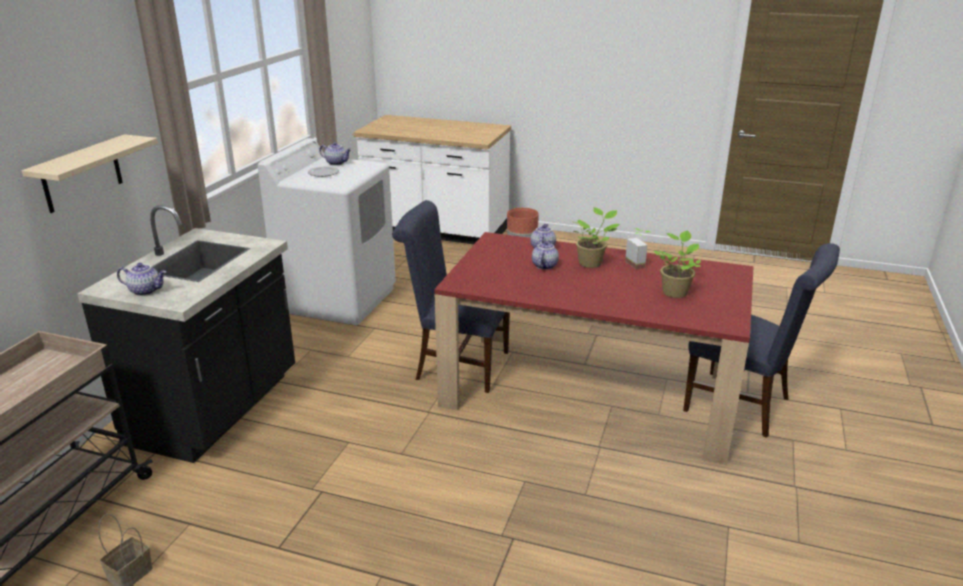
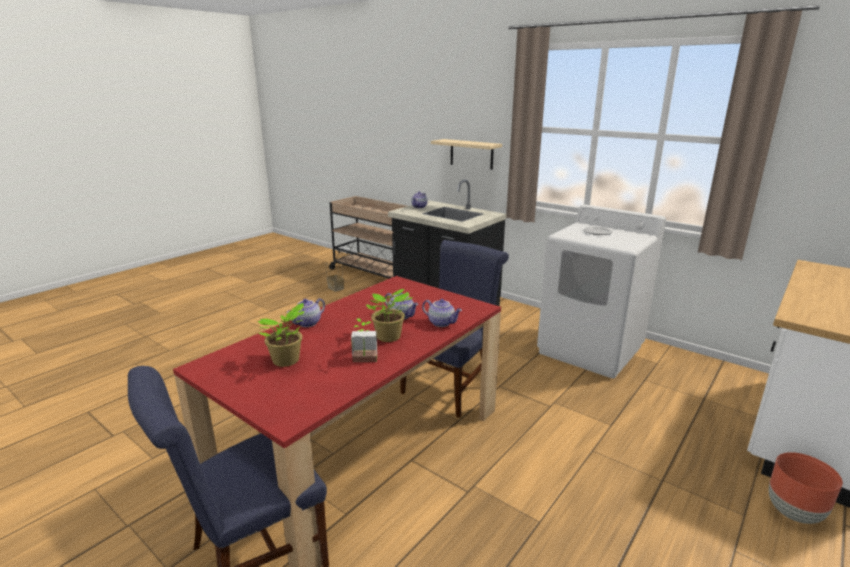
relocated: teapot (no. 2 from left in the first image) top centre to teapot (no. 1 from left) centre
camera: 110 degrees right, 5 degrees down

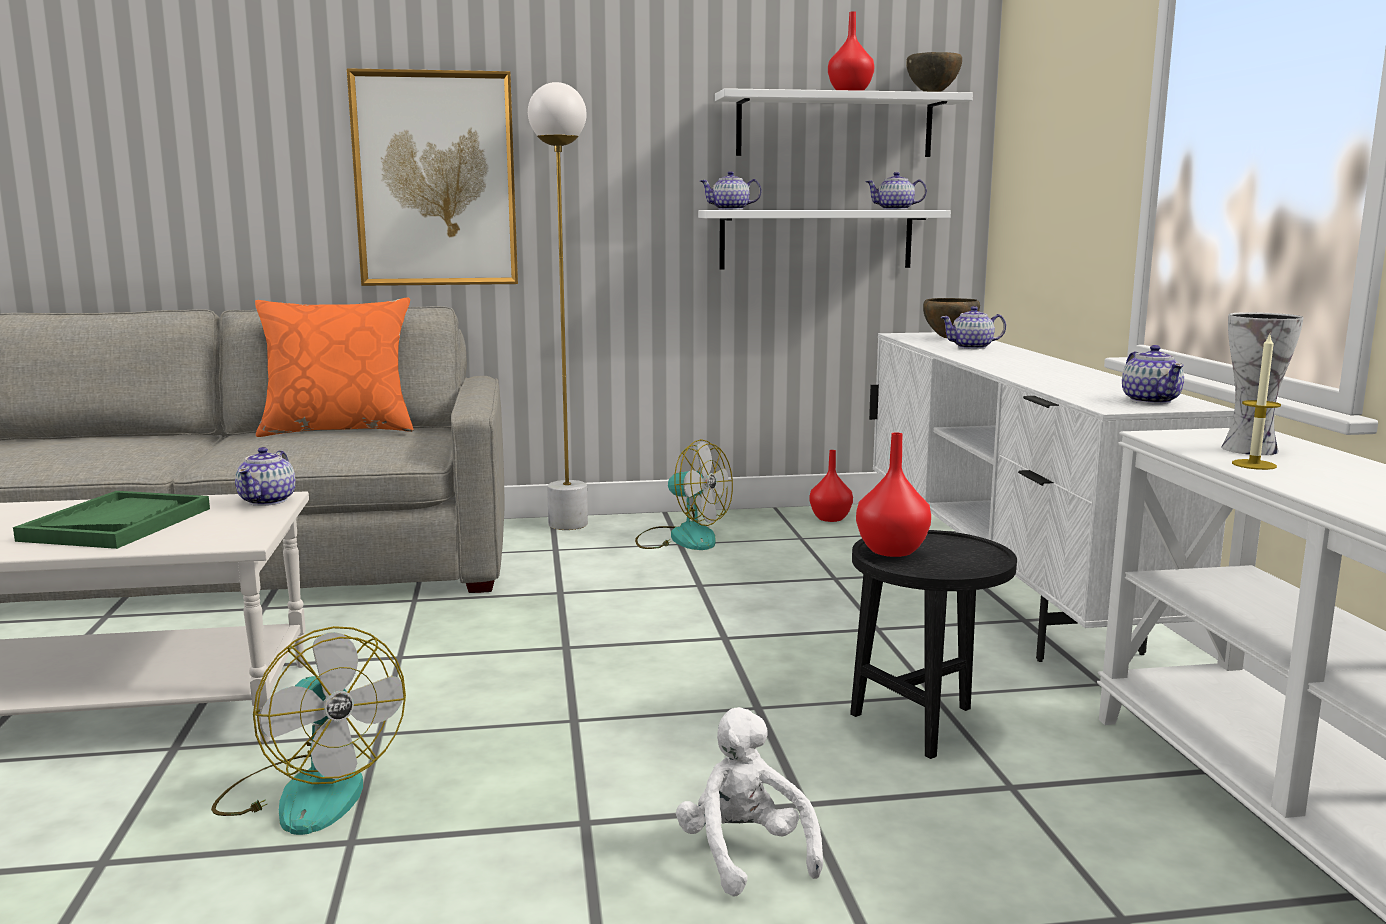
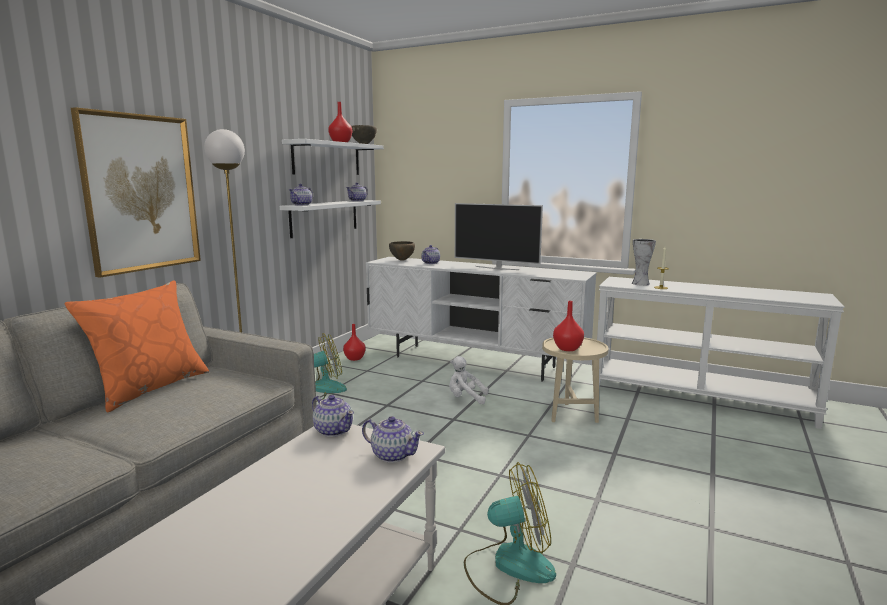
missing: tray in green middle left
appeared: television centre
relocated: teapot (no. 5 from left in the first image) middle right to teapot (no. 4 from left) bottom centre; plush toy in white bottom centre to centre
colour: side table in black bottom right to side table in beige centre
camera: 55 degrees left, 0 degrees up

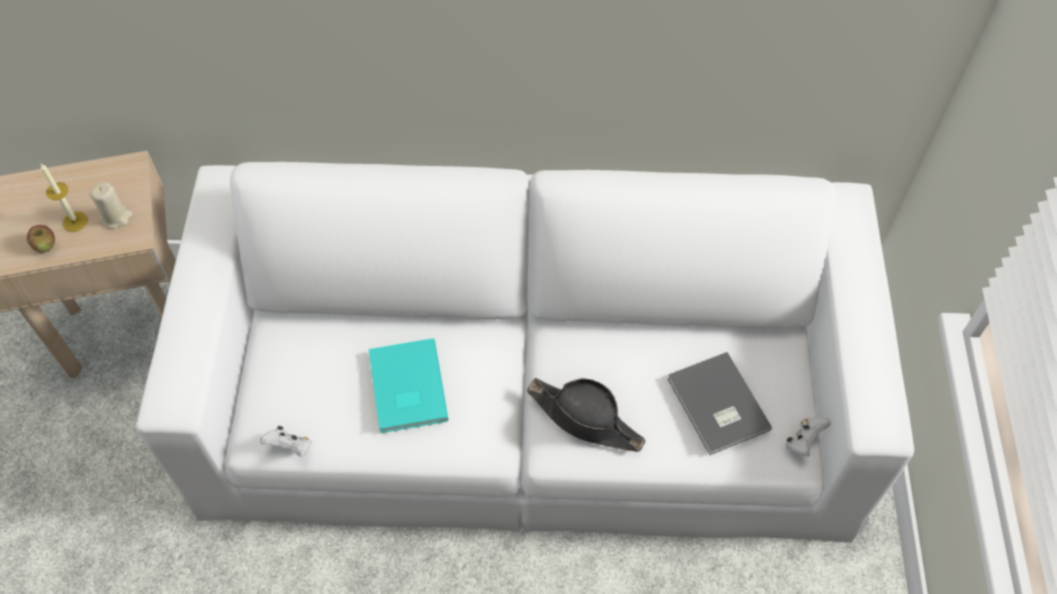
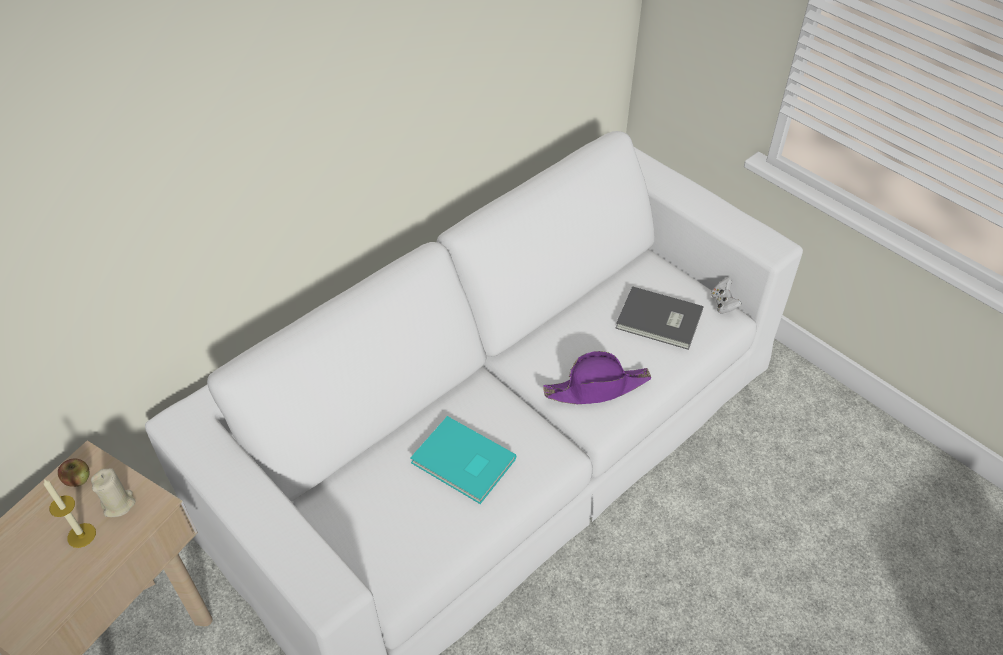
missing: game controller in white (no. 1 from left) bottom left
relocated: apple middle left to bottom left
colour: hat in black bottom centre to hat in purple centre
camera: 45 degrees left, 10 degrees down

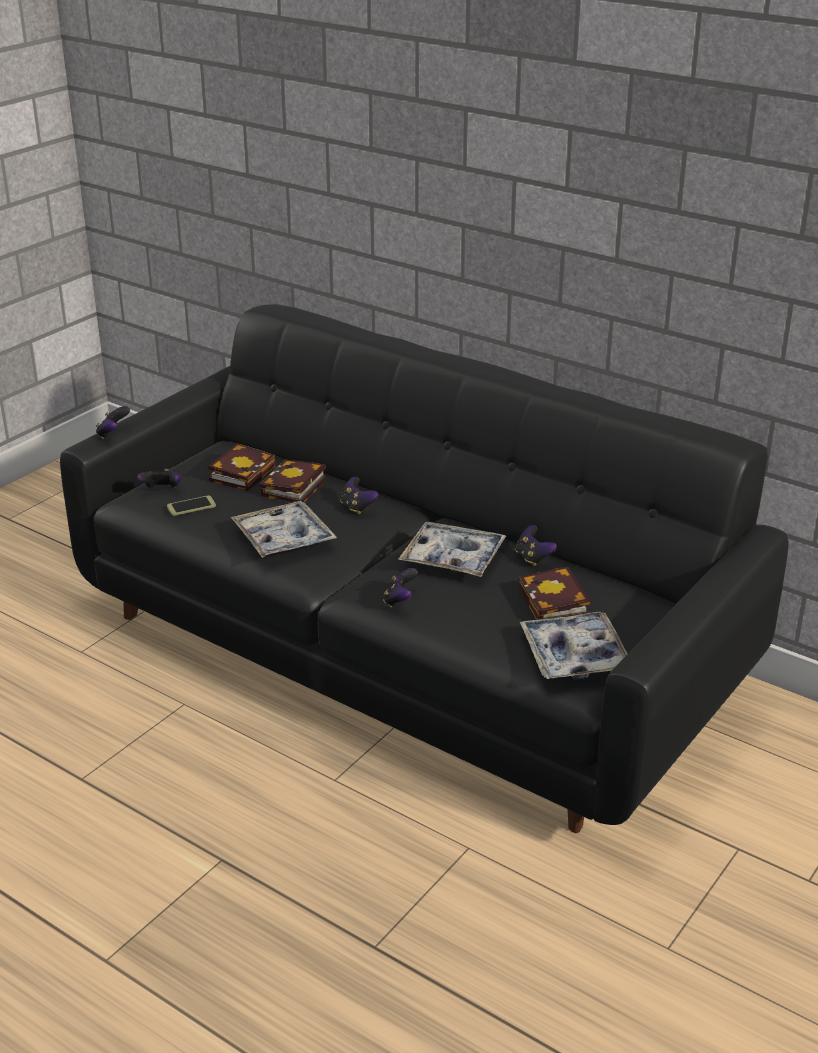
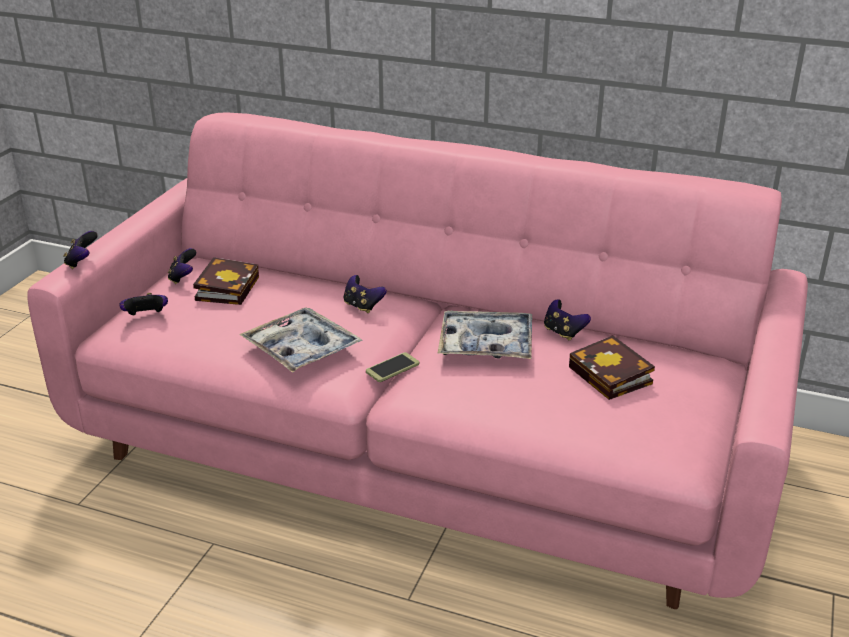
missing: book (no. 2 from left) centre; tray (no. 3 from left) middle right
relocated: game controller (no. 4 from left in the first image) centre to game controller (no. 3 from left) middle left; phone middle left to centre
colour: sofa in black centre to sofa in pink centre
camera: 15 degrees left, 0 degrees up

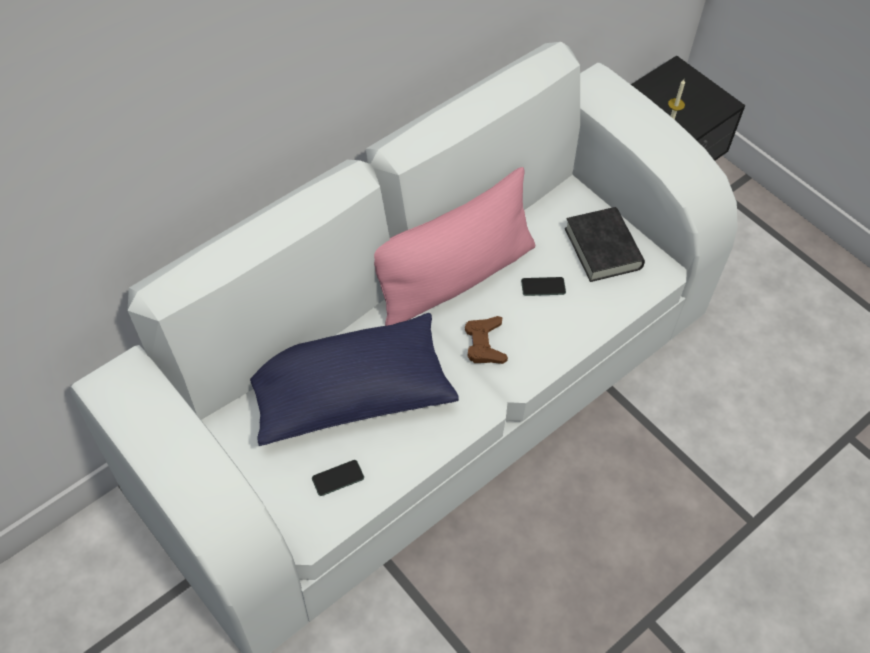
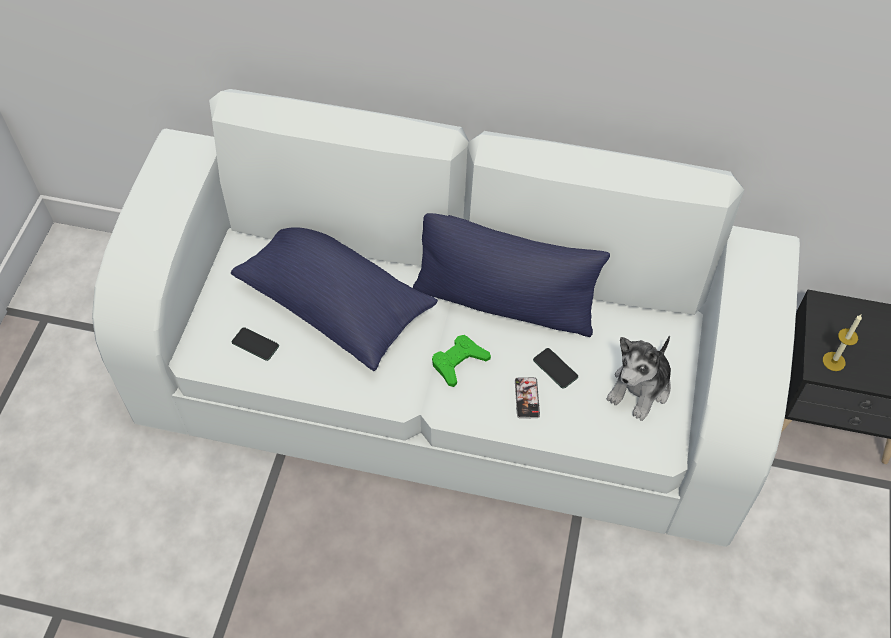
appeared: phone (no. 2 from left) centre
exchanged: book in black middle right to plush toy middle right
colour: pillow in pink centre to pillow in blue (no. 2 from left) centre; game controller in brown centre to game controller in green centre
camera: 55 degrees right, 0 degrees up

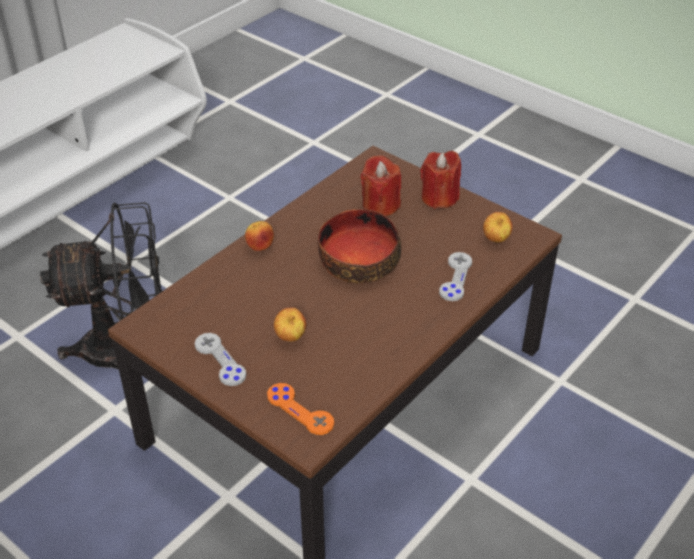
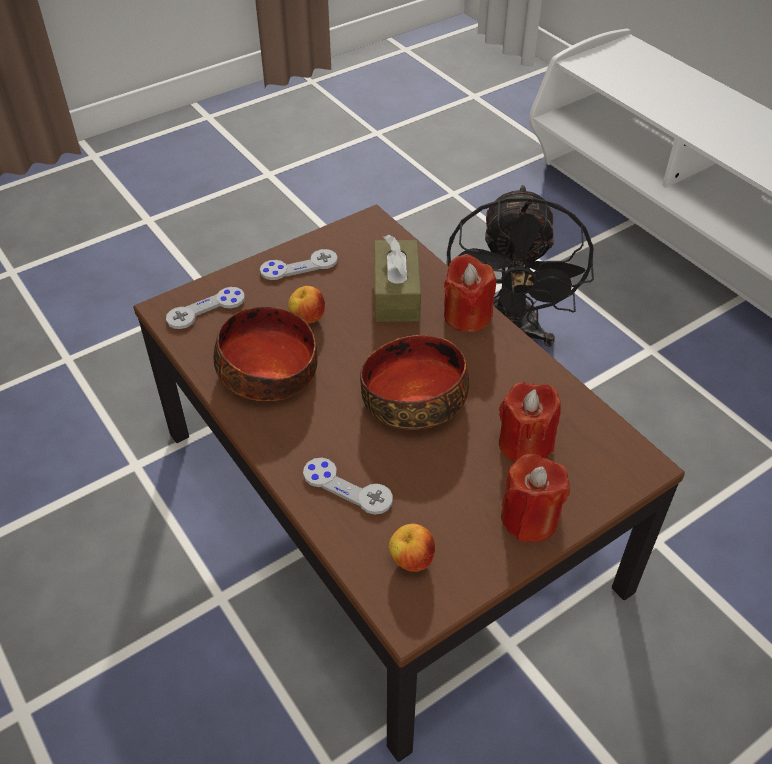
appeared: bowl (no. 1 from left) centre; tissue box in brown centre
exchanged: apple (no. 1 from left) centre to candle in red (no. 1 from left) centre
colour: game controller in orange bottom centre to game controller in grey (no. 1 from left) middle left
camera: 105 degrees right, 5 degrees up

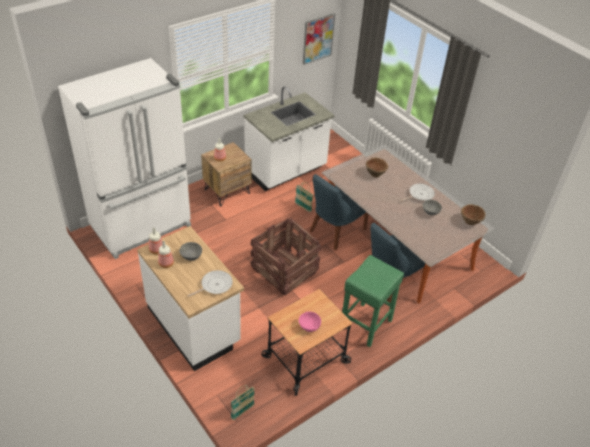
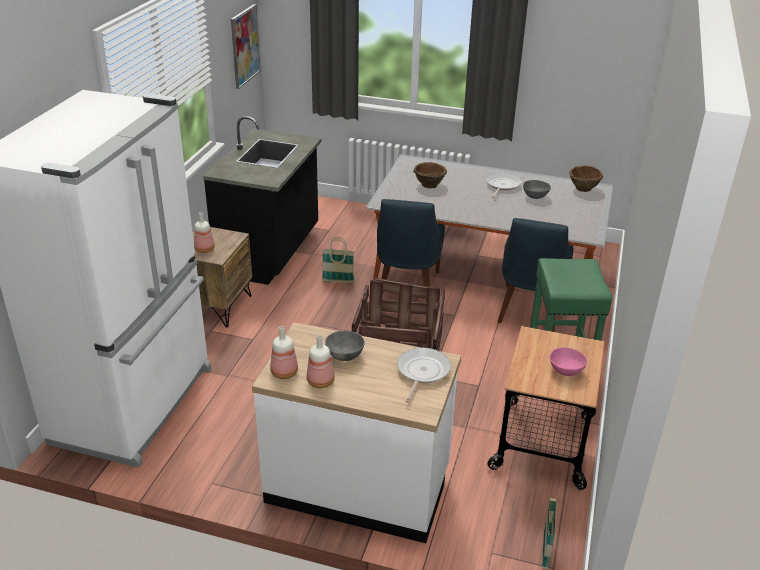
colour: counter in white (no. 2 from left) top centre to counter in black centre
camera: 35 degrees left, 10 degrees down

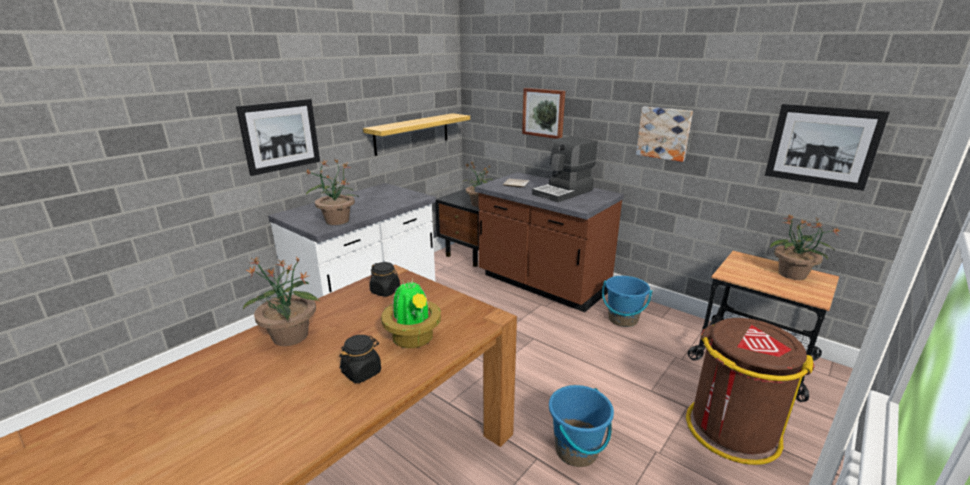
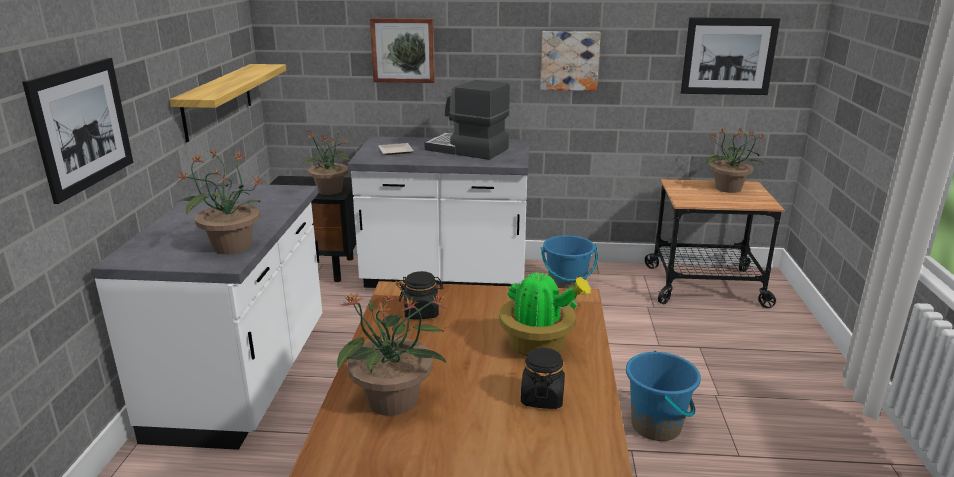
missing: trash can in brown bottom right
colour: counter in brown centre to counter in white (no. 2 from left) centre
spun: coffee machine centre = top centre 105 degrees clockwise
camera: 35 degrees left, 0 degrees up

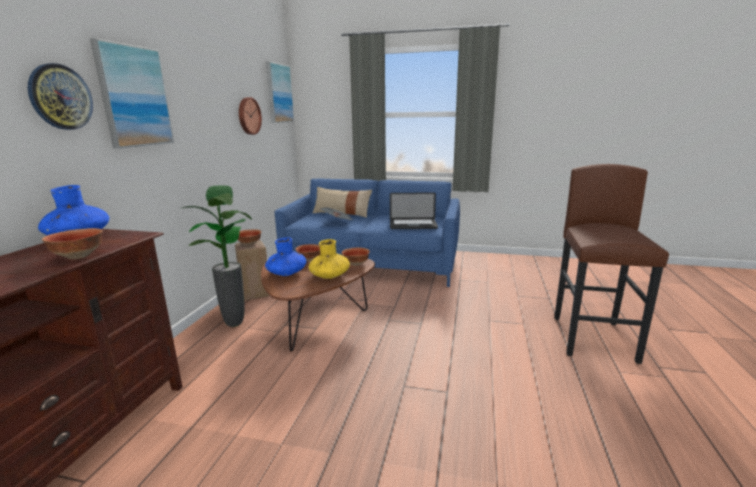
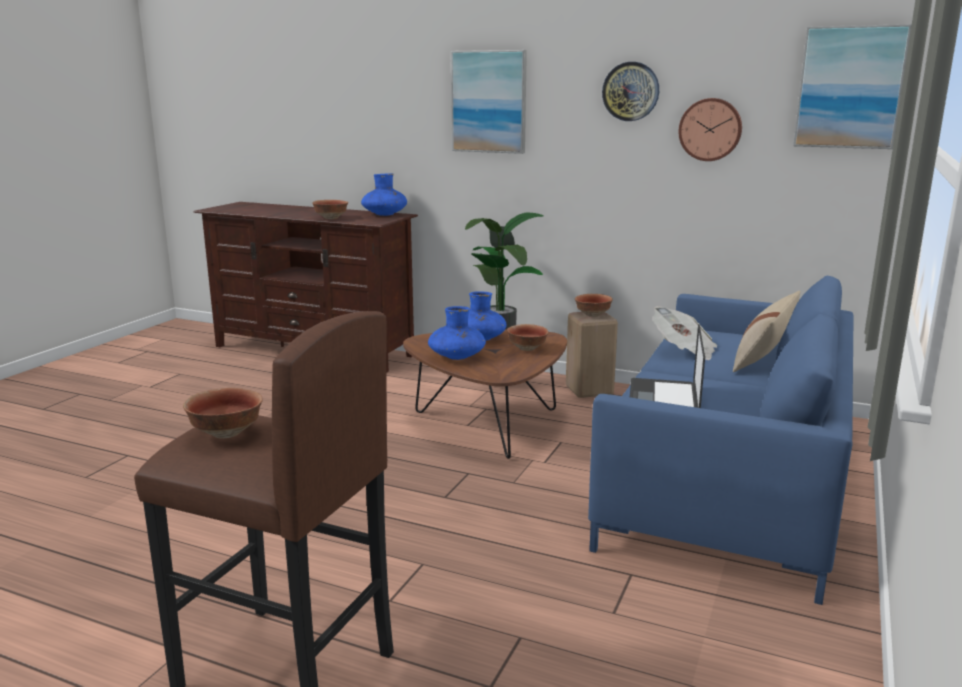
relocated: bowl (no. 4 from left in the first image) centre to bowl (no. 1 from left) middle left; wall clock (no. 1 from left) top left to top centre
colour: vase in yellow centre to vase in blue (no. 2 from left) centre
camera: 100 degrees right, 0 degrees up

